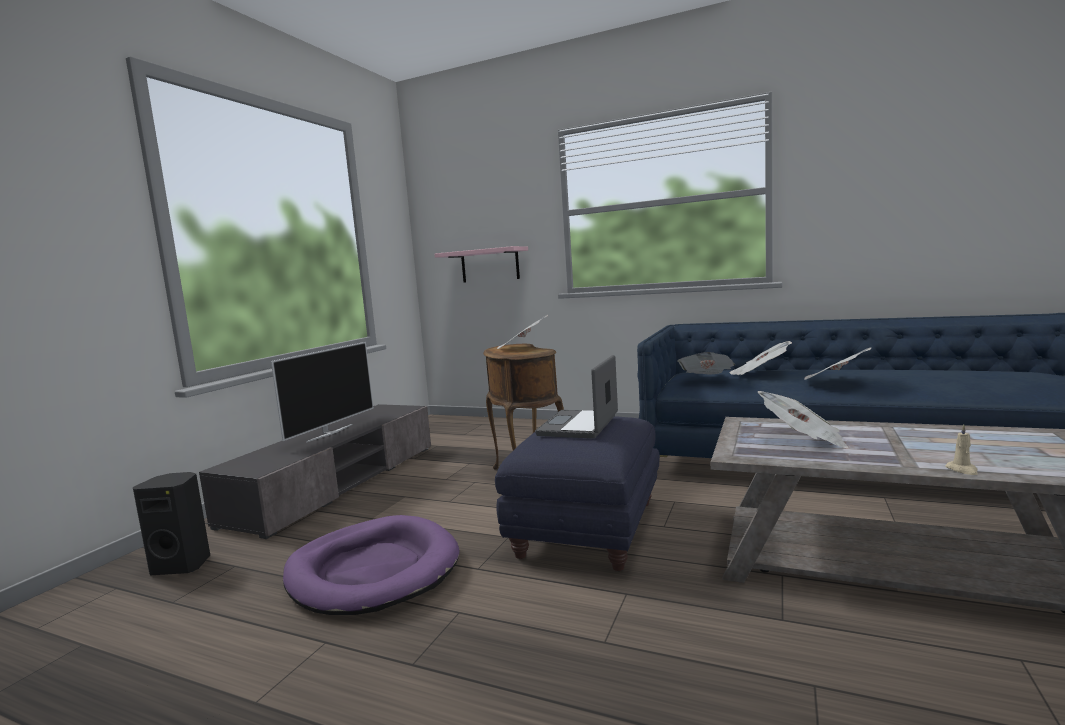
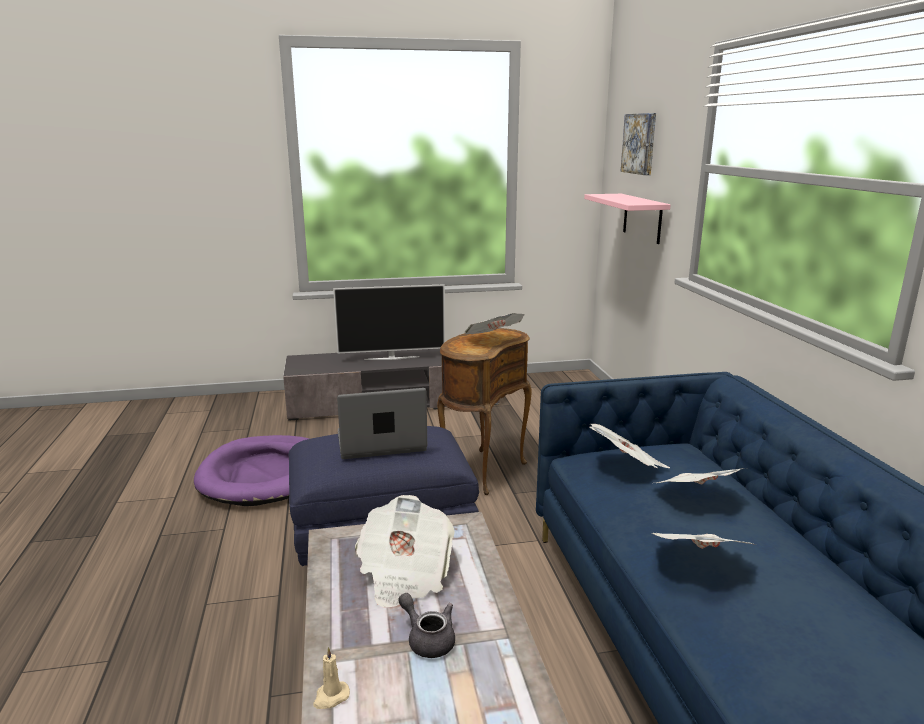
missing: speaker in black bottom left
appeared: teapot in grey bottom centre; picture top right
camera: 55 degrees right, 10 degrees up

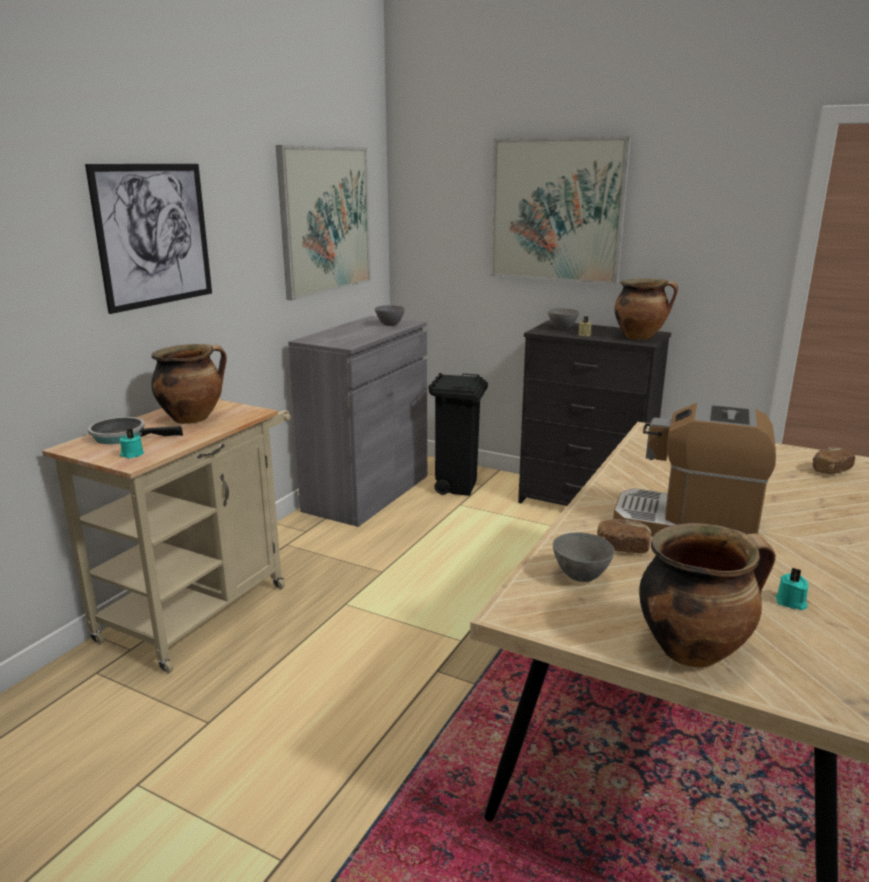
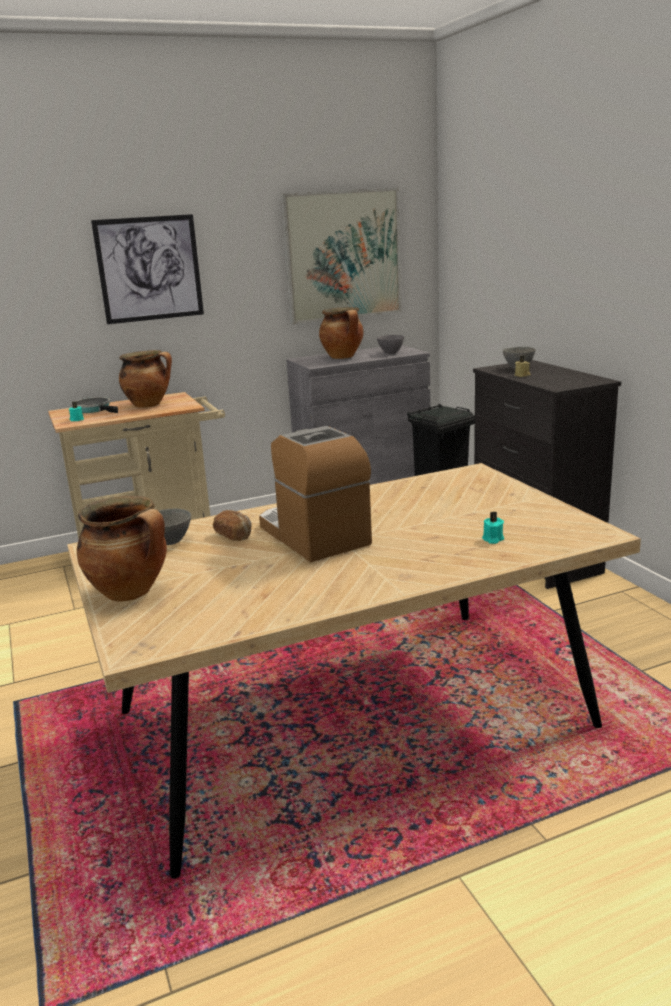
missing: picture (no. 3 from left) top centre; bread (no. 2 from left) middle right
relocated: cooking pot (no. 2 from left in the first image) middle right to cooking pot (no. 3 from left) top centre; candle in turquoise (no. 2 from left) bottom right to middle right
camera: 40 degrees right, 0 degrees up

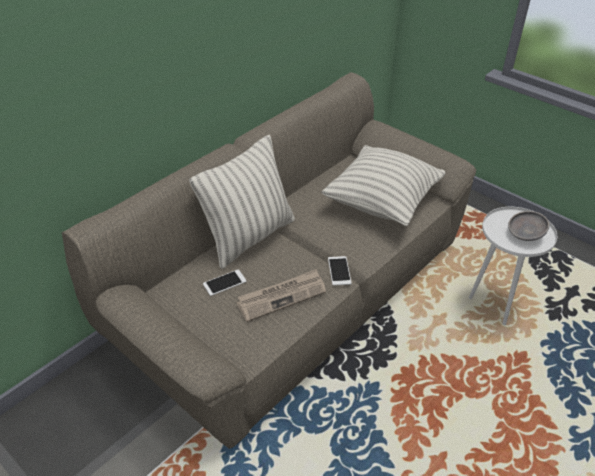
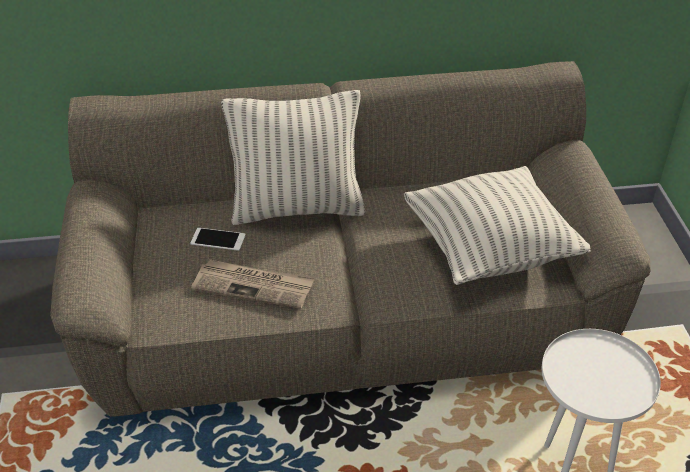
missing: phone (no. 2 from left) centre; bowl in grey middle right
camera: 40 degrees right, 0 degrees up

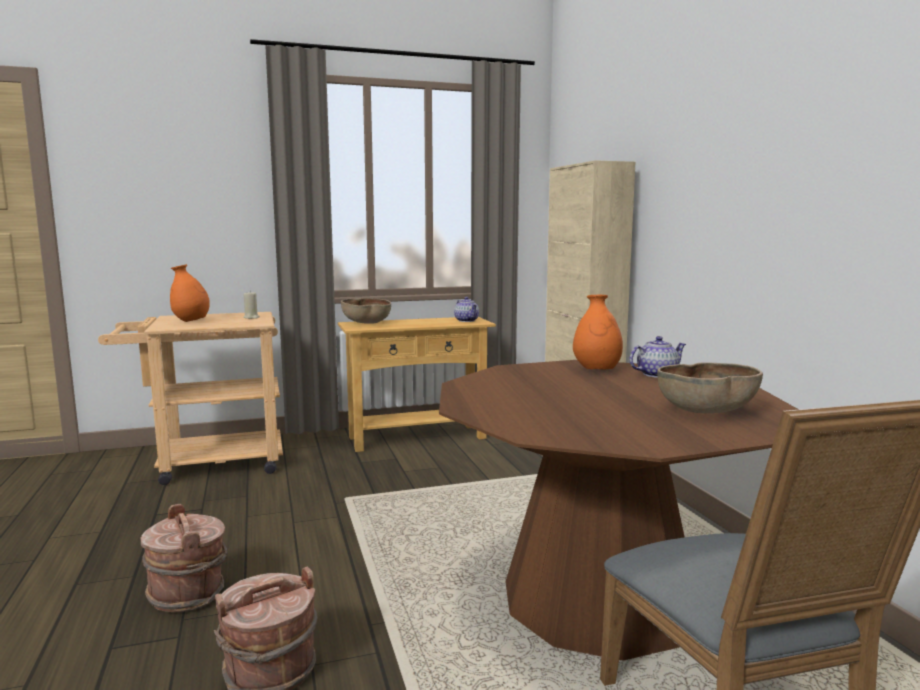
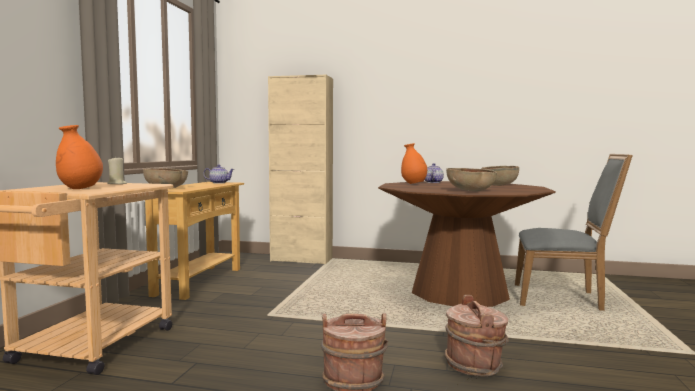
appeared: bowl in brown (no. 2 from left) middle right
camera: 60 degrees left, 5 degrees down

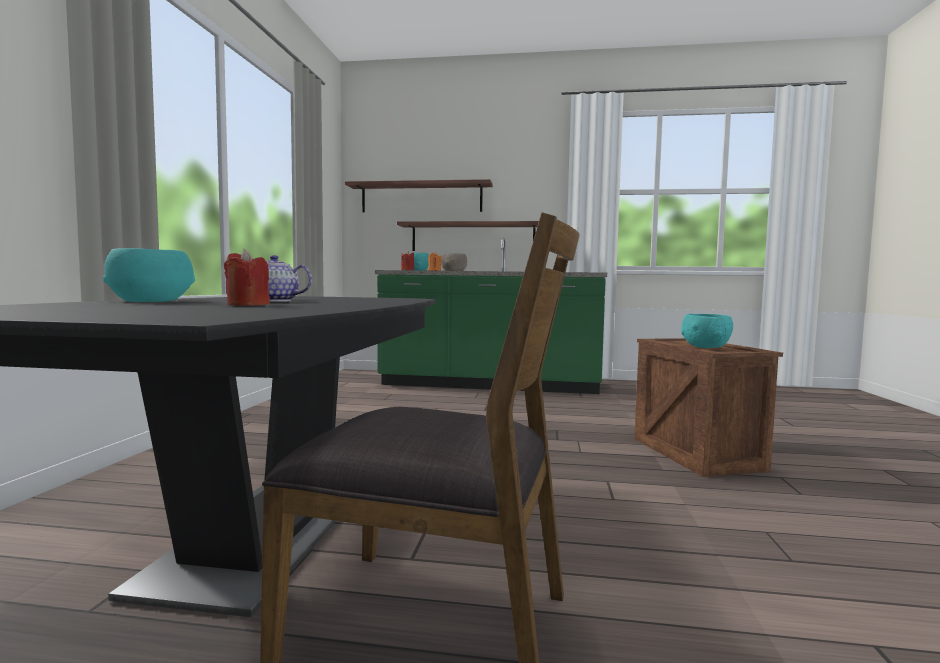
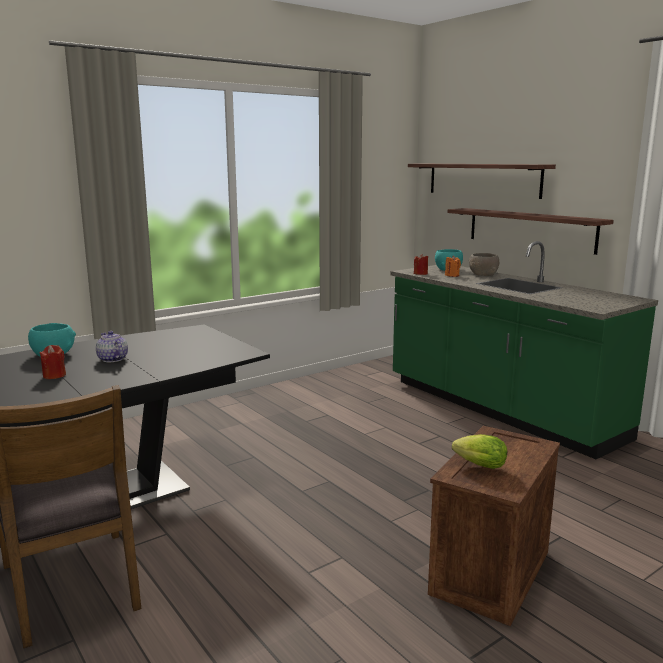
exchanged: bowl in turquoise (no. 3 from left) middle right to lettuce bottom right
camera: 45 degrees right, 10 degrees up

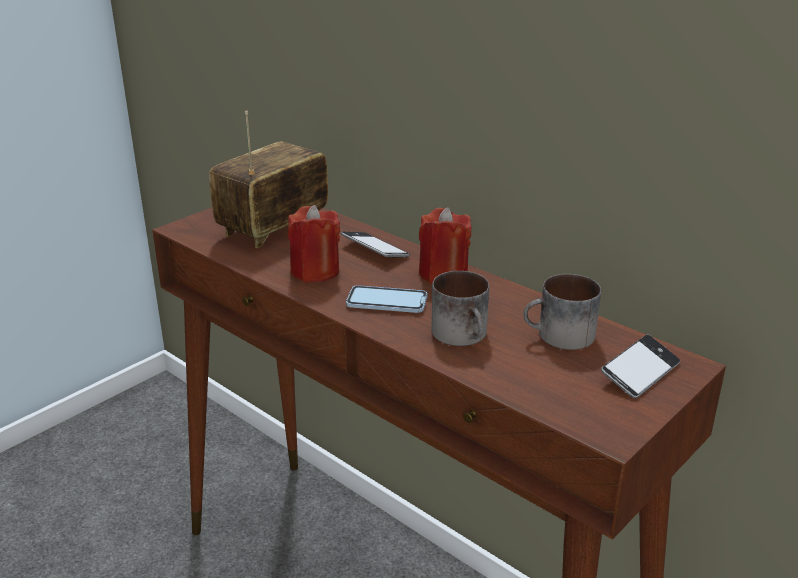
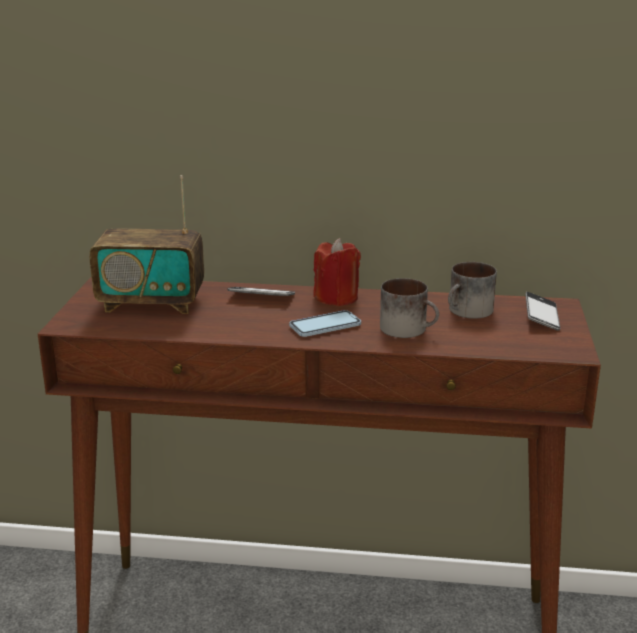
missing: candle in red (no. 1 from left) centre
spun: radio top centre = middle left 90 degrees counterclockwise
camera: 35 degrees left, 5 degrees down

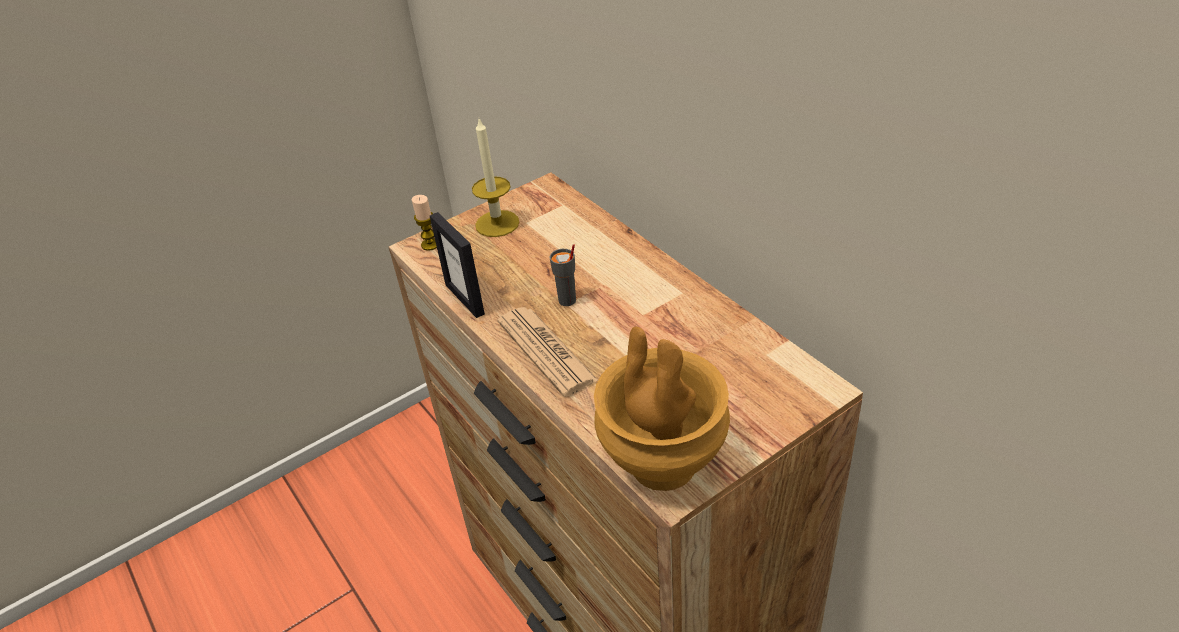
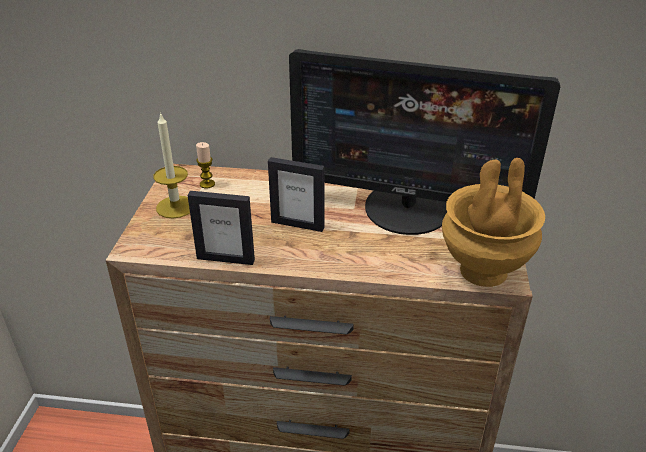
missing: newspaper centre
appeared: monitor top centre
relocated: candle (no. 1 from left in the first image) centre to candle (no. 2 from left) middle left
exchanged: cup in grey centre to picture frame (no. 2 from left) centre
camera: 50 degrees left, 5 degrees down

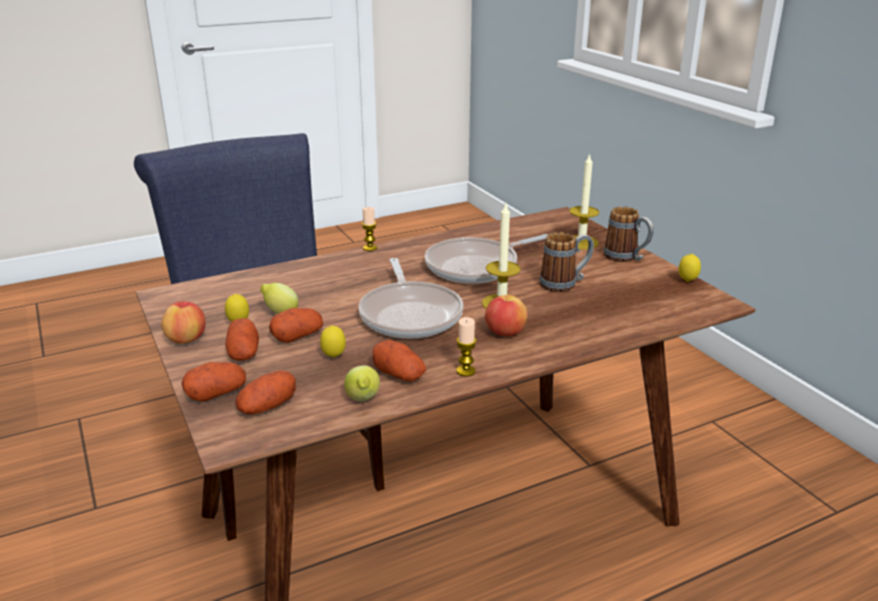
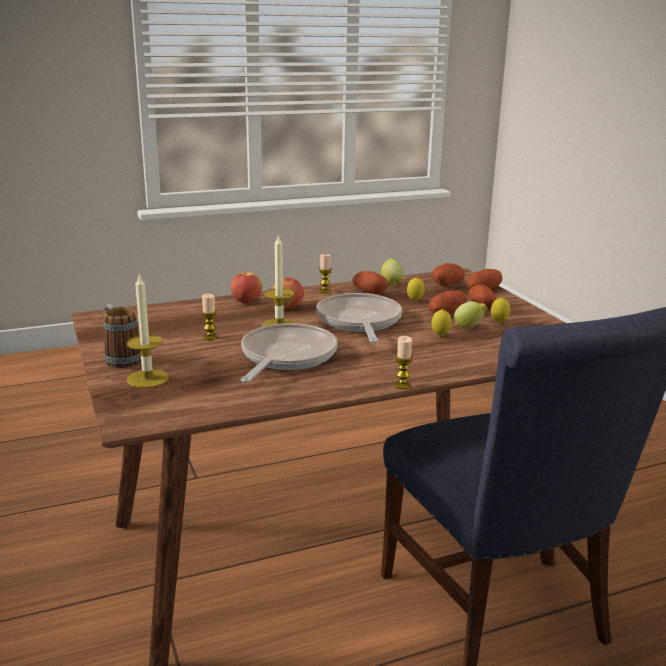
relocated: apple (no. 1 from left) middle left to centre; lemon (no. 5 from left in the first image) middle right to lemon (no. 3 from left) centre
exchanged: mug (no. 1 from left) centre to candle (no. 2 from left) middle left
spun: frying pan (no. 2 from left in the first image) centre = centre 45 degrees counterclockwise
camera: 175 degrees left, 5 degrees down

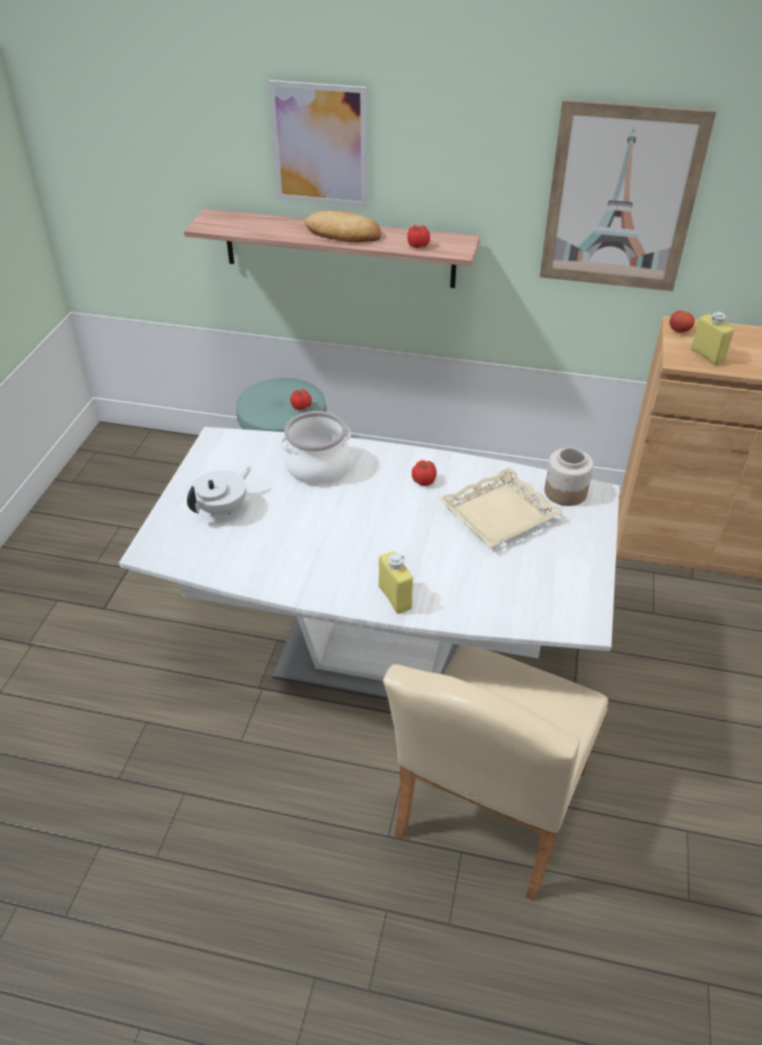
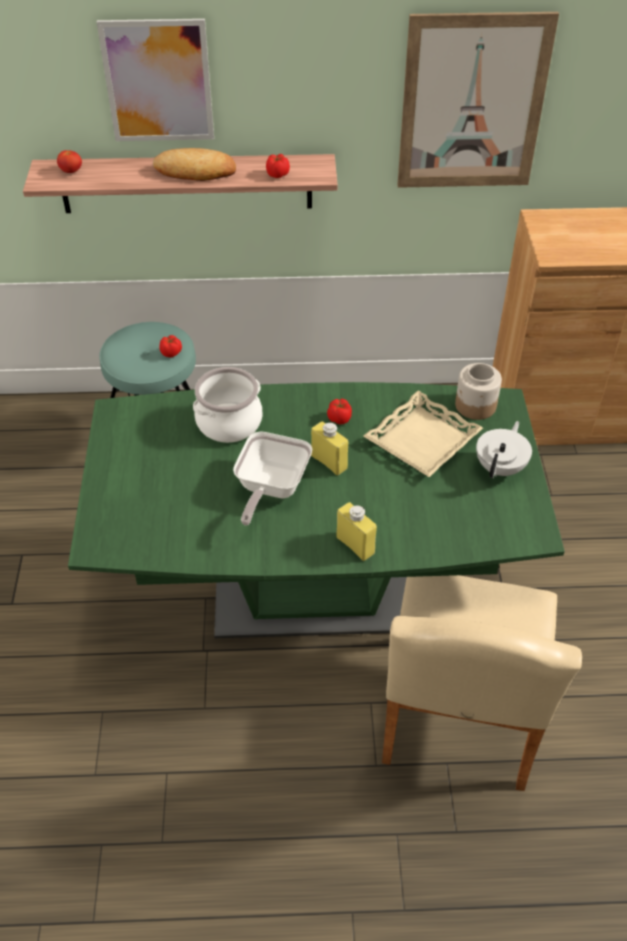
appeared: frying pan centre
relocated: tomato (no. 4 from left in the first image) top right to tomato (no. 1 from left) top left; bottle in yellow (no. 2 from left in the first image) top right to bottle in yellow (no. 1 from left) centre; teapot in white middle left to middle right
colour: dining table in white centre to dining table in green centre
camera: 15 degrees left, 5 degrees up

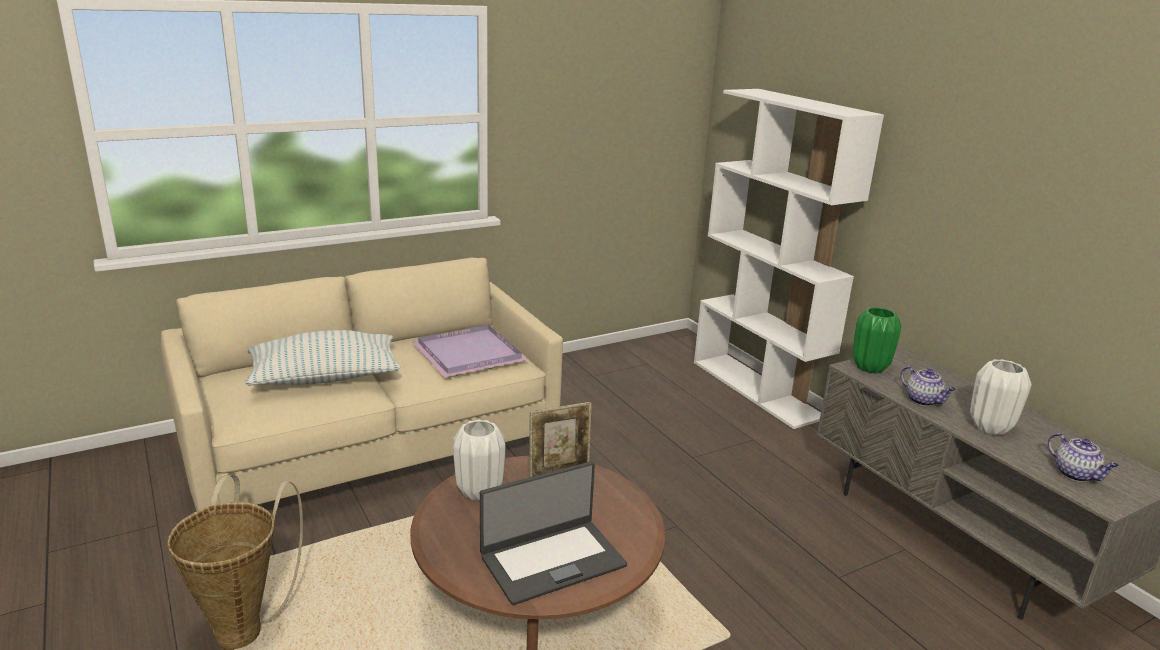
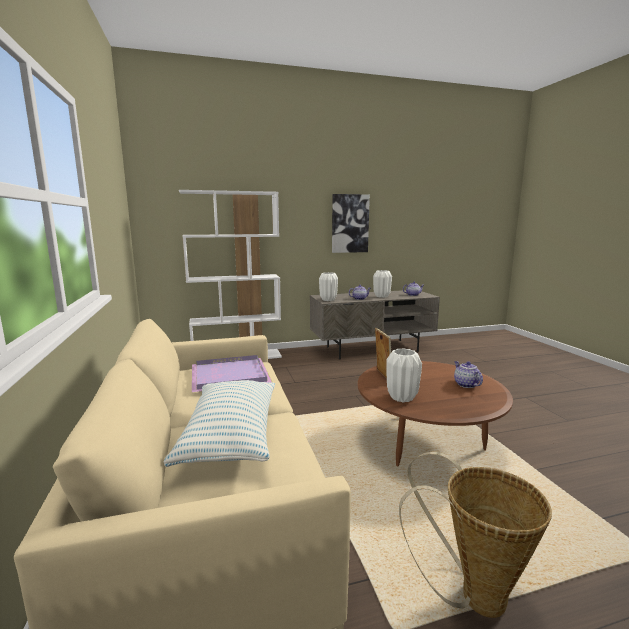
appeared: picture centre
exchanged: laptop bottom centre to teapot (no. 3 from left) middle right
colour: vase in green middle right to vase in white (no. 1 from left) centre
camera: 75 degrees left, 10 degrees down

